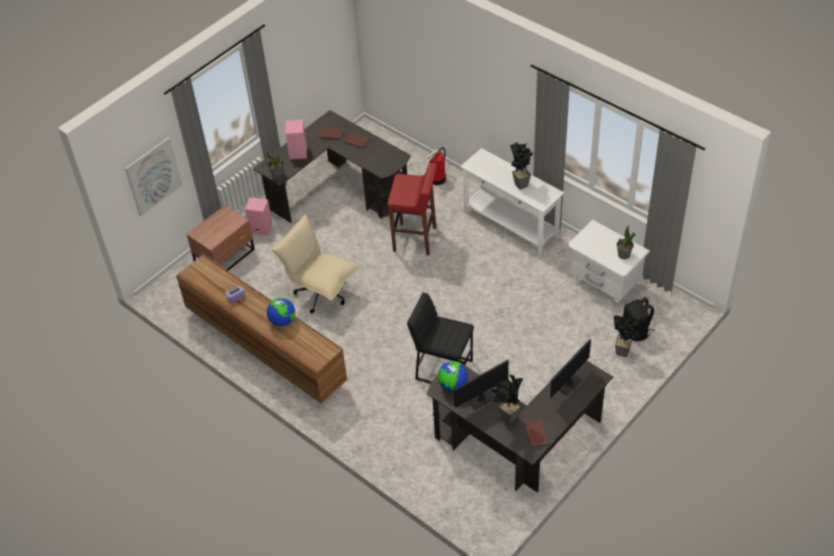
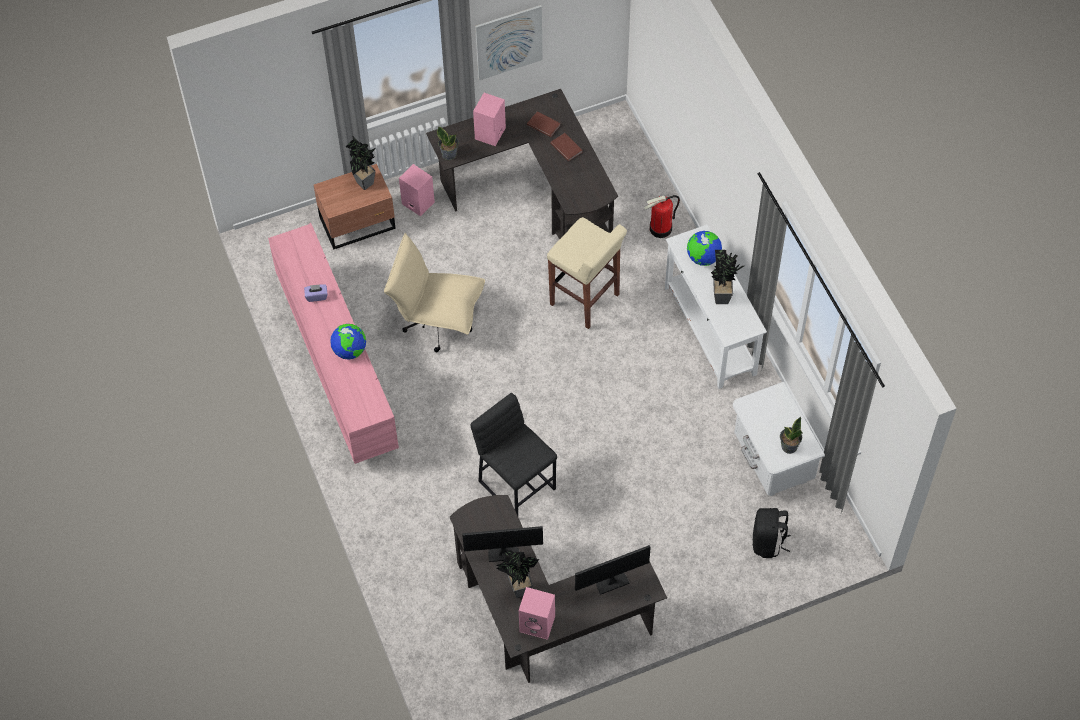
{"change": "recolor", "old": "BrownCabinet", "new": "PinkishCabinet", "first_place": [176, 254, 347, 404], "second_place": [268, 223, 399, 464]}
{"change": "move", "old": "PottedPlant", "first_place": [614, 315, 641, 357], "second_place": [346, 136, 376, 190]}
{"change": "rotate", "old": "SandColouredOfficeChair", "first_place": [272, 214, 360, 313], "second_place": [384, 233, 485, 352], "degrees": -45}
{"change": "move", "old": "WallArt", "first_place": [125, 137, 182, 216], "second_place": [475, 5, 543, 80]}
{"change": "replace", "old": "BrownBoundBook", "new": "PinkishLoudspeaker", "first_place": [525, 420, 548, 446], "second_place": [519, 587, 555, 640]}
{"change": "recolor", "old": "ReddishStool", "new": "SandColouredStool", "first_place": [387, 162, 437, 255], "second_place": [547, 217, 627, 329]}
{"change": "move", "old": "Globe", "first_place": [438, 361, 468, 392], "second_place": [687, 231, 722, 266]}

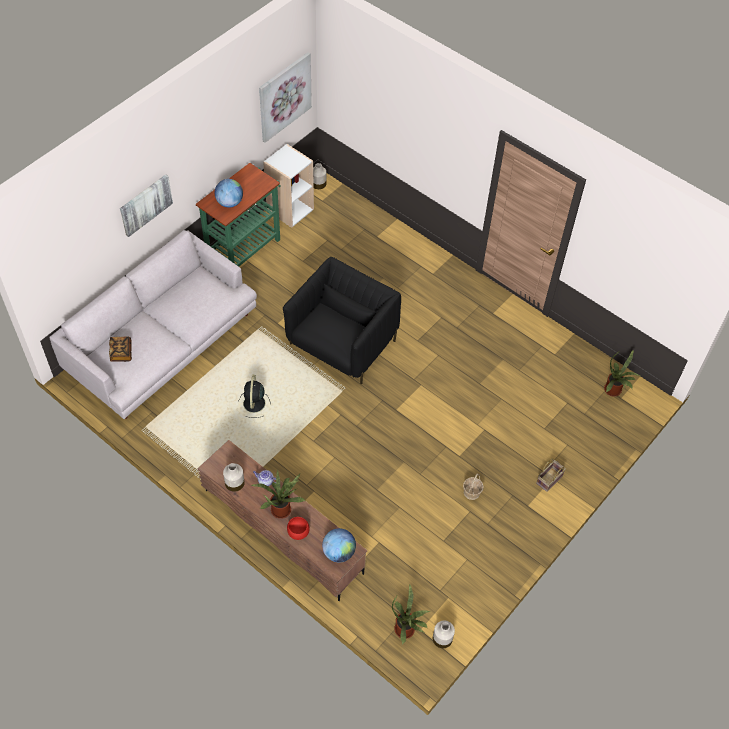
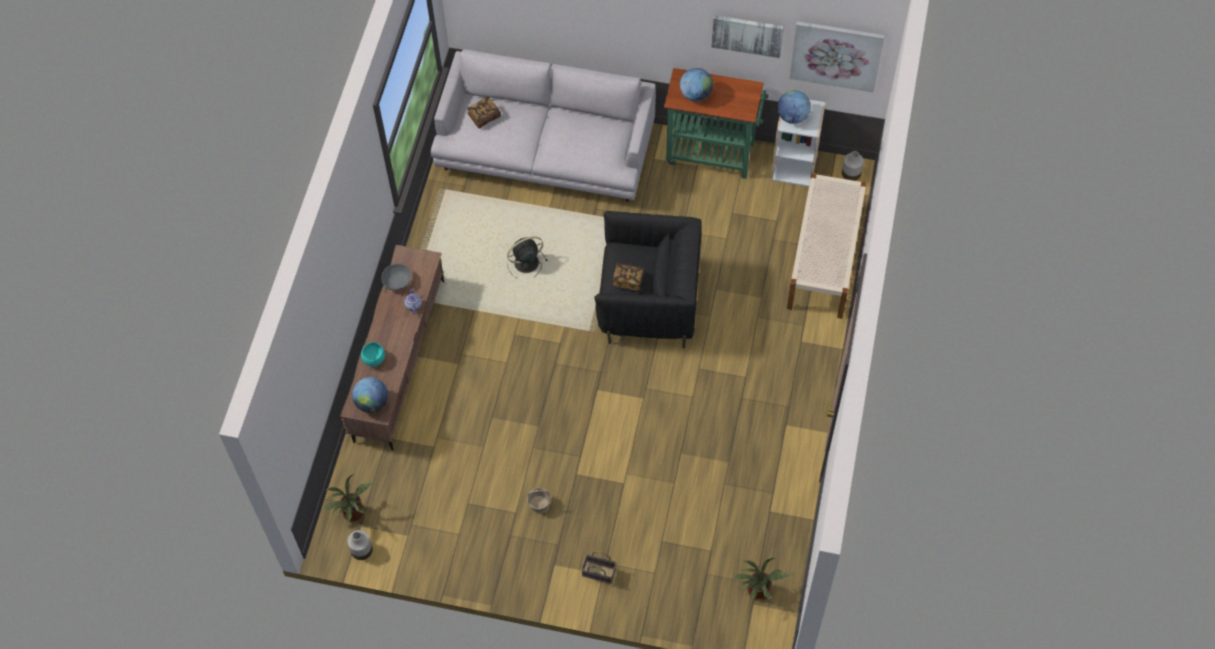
{"change": "recolor", "old": "ReddishServingBowl", "new": "TurquoiseColouredServingBowl", "first_place": [287, 517, 310, 540], "second_place": [361, 342, 385, 367]}
{"change": "replace", "old": "SandColouredVase", "new": "GreyServingBowl", "first_place": [223, 463, 245, 492], "second_place": [381, 264, 412, 290]}
{"change": "insert", "new": "BoundBook", "second_place": [613, 263, 644, 290]}
{"change": "move", "old": "WallArt", "first_place": [120, 174, 173, 237], "second_place": [711, 15, 784, 58]}
{"change": "insert", "new": "Globe", "second_place": [777, 90, 811, 124]}
{"change": "insert", "new": "SandColouredBench", "second_place": [787, 173, 867, 319]}
{"change": "delete", "old": "PottedPlant", "first_place": [250, 469, 305, 519]}

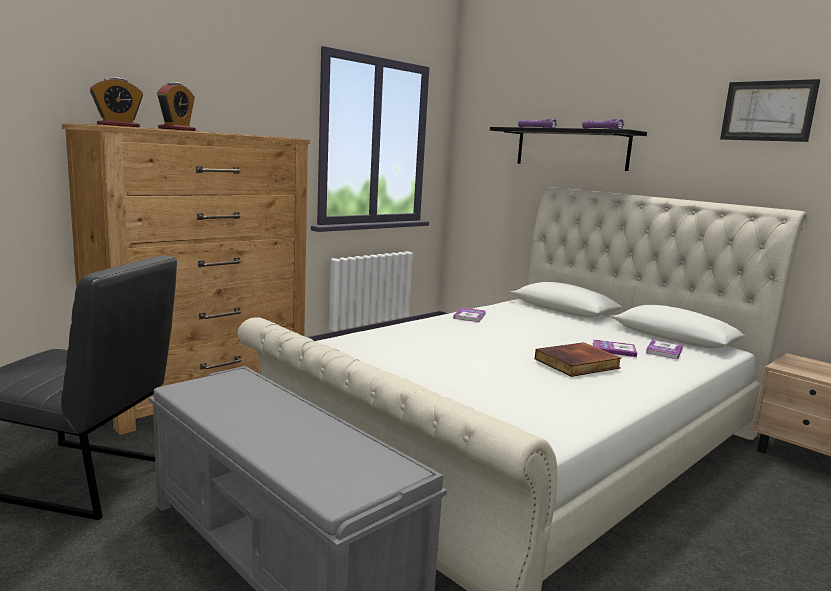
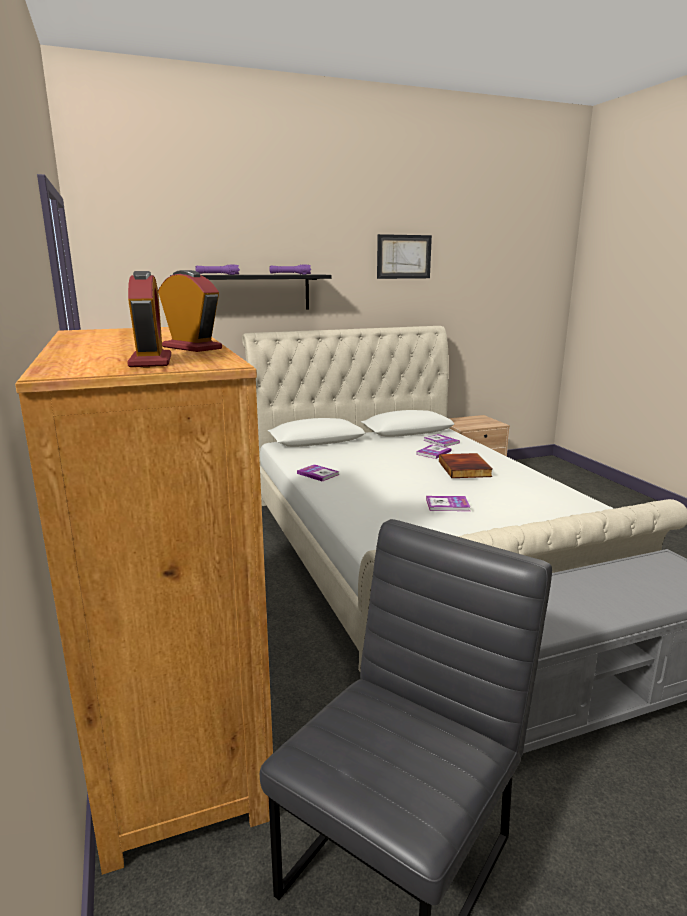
{"change": "insert", "new": "BoundBook", "second_place": [426, 496, 470, 511]}

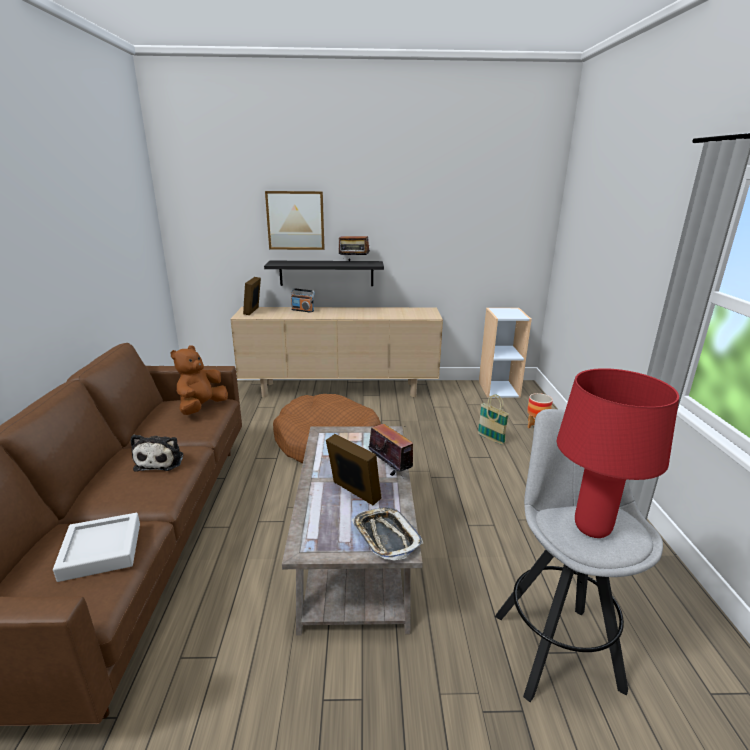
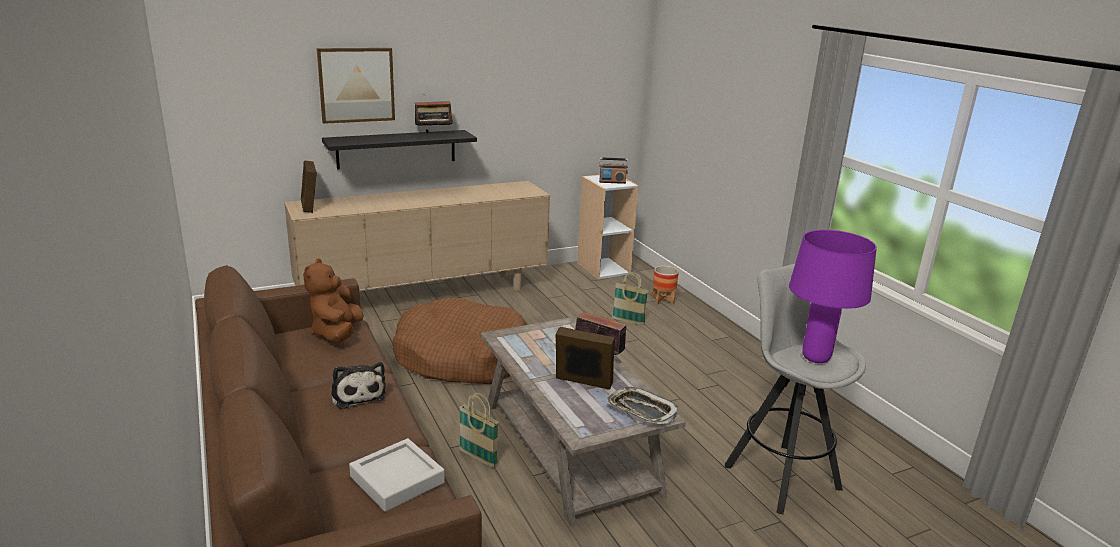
{"change": "insert", "new": "HouseholdBasket", "second_place": [459, 393, 499, 467]}
{"change": "move", "old": "Radio", "first_place": [291, 288, 315, 313], "second_place": [599, 157, 628, 184]}
{"change": "recolor", "old": "ReddishTableLamp", "new": "PurpleColouredTableLamp", "first_place": [557, 368, 679, 538], "second_place": [789, 230, 877, 363]}

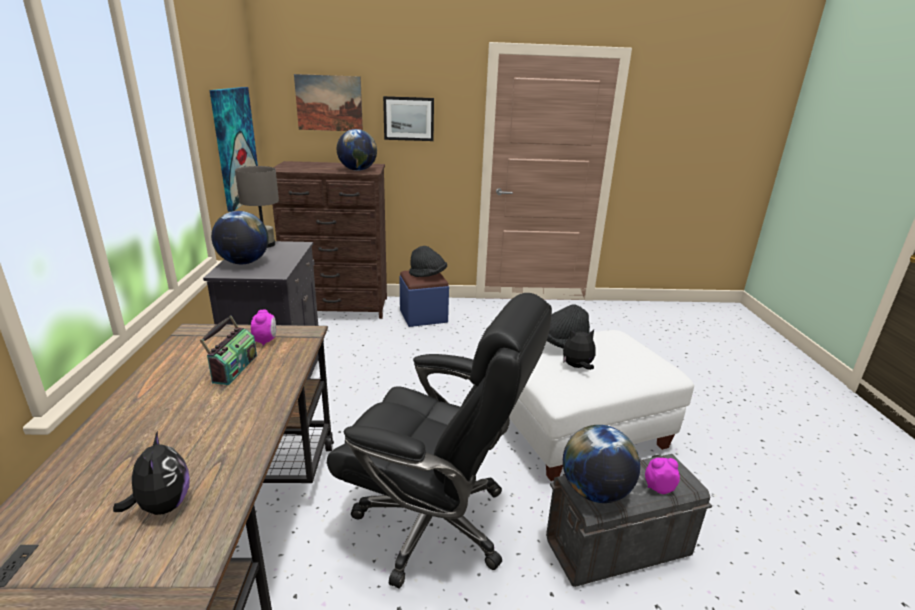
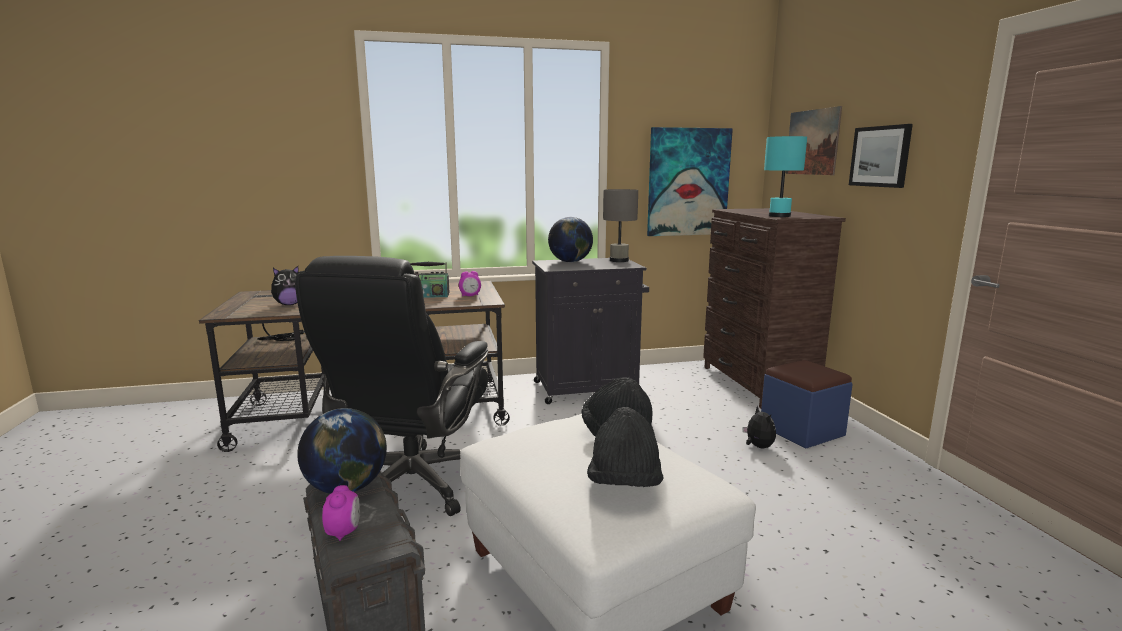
{"change": "move", "old": "BlackishClothingHat", "first_place": [409, 246, 447, 277], "second_place": [587, 407, 664, 487]}
{"change": "move", "old": "CuddlyToy", "first_place": [563, 329, 596, 370], "second_place": [743, 406, 776, 448]}
{"change": "replace", "old": "Globe", "new": "TurquoiseColouredTableLamp", "first_place": [337, 129, 377, 171], "second_place": [764, 136, 807, 217]}

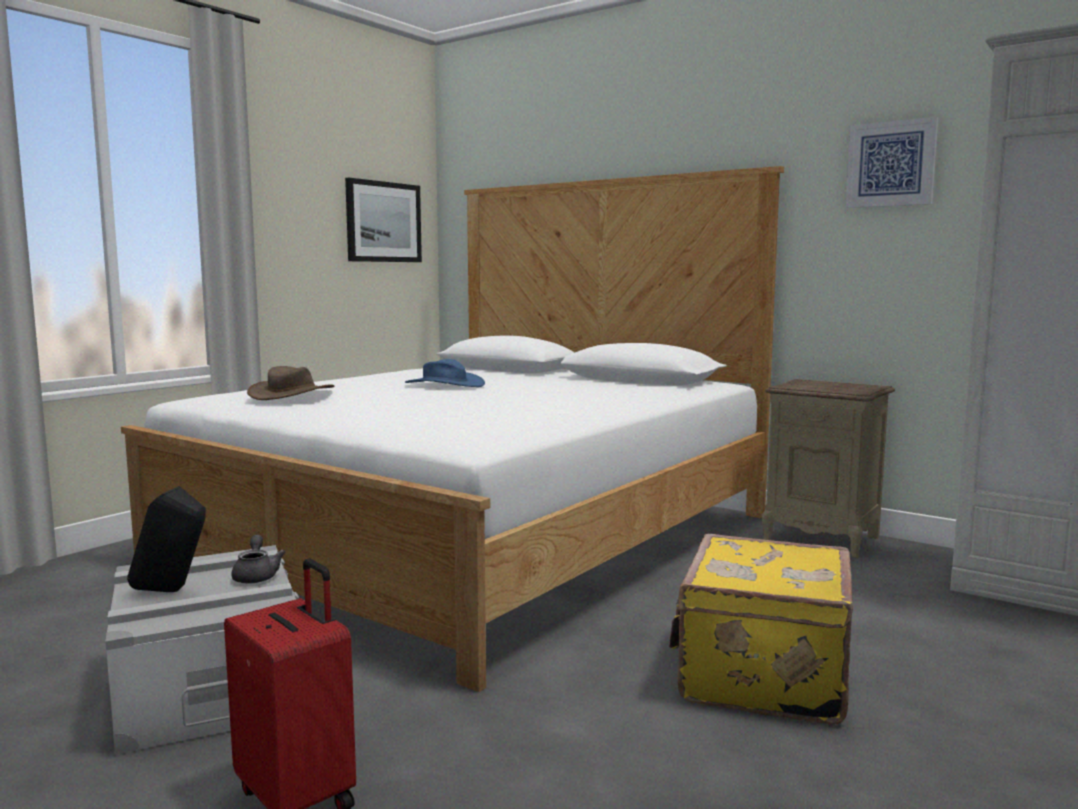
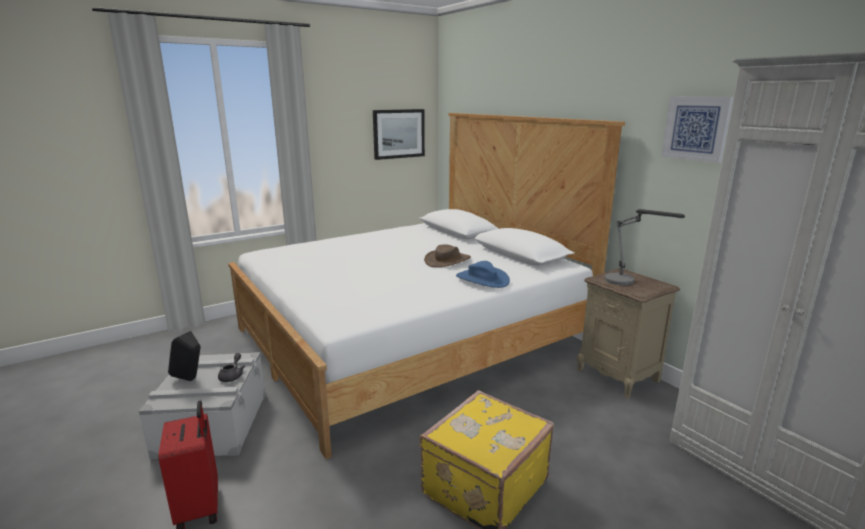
{"change": "move", "old": "BrownClothingHat", "first_place": [247, 366, 334, 400], "second_place": [424, 244, 471, 267]}
{"change": "move", "old": "BlueColouredClothingHat", "first_place": [405, 359, 485, 387], "second_place": [456, 261, 510, 288]}
{"change": "insert", "new": "TableLamp", "second_place": [605, 209, 685, 285]}

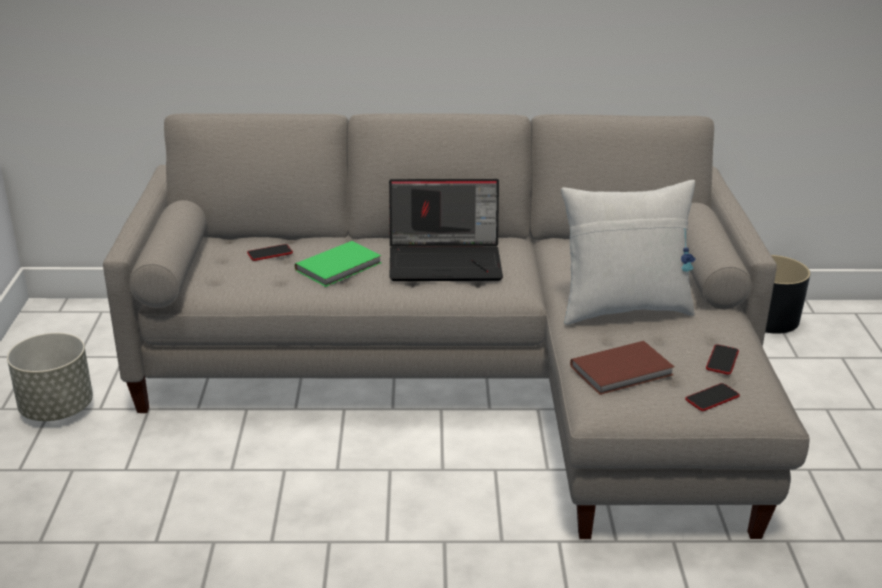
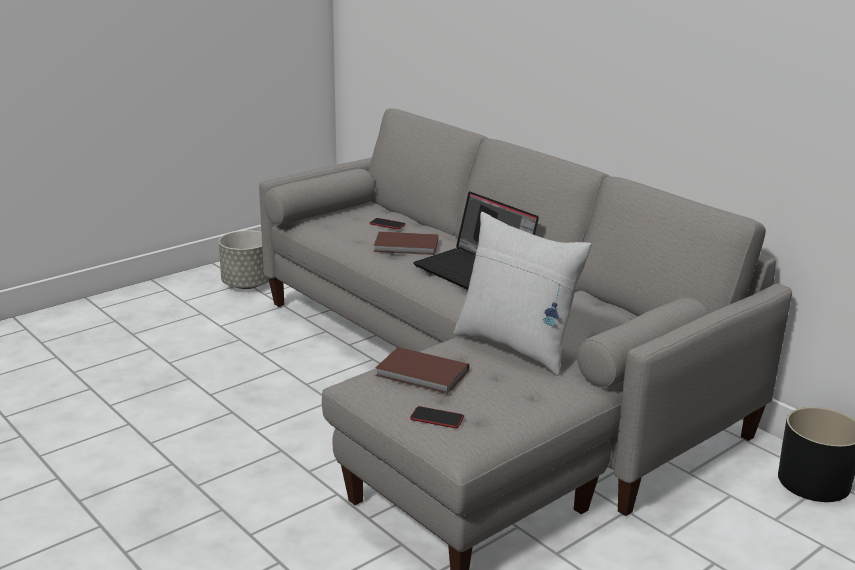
{"change": "recolor", "old": "GreenColouredBoundBook", "new": "BrownBoundBook", "first_place": [295, 241, 382, 287], "second_place": [374, 232, 438, 255]}
{"change": "delete", "old": "Phone", "first_place": [706, 344, 739, 375]}

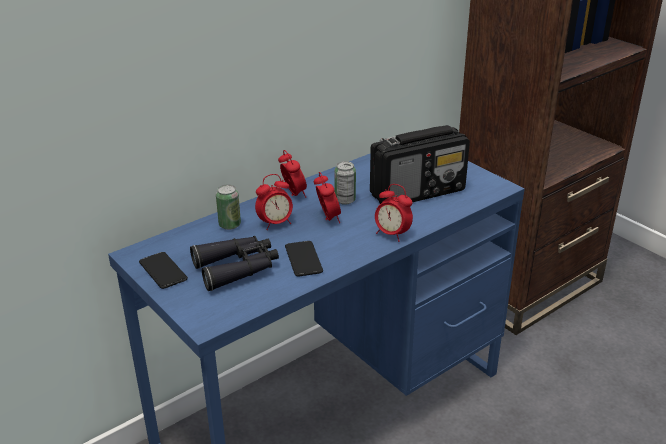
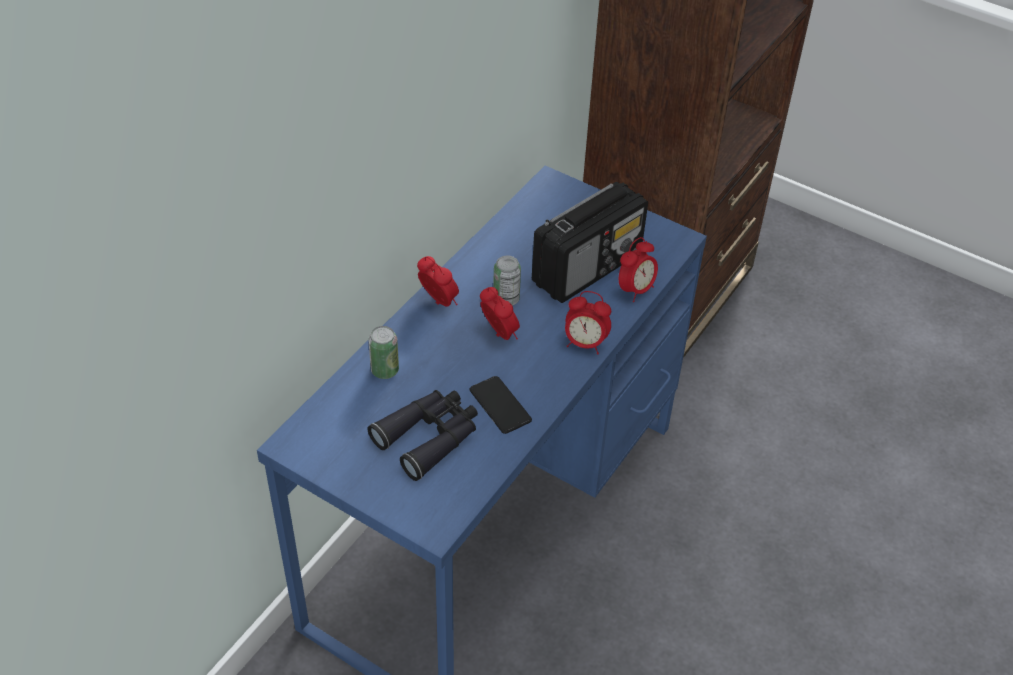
{"change": "move", "old": "AlarmClock", "first_place": [255, 174, 293, 231], "second_place": [619, 237, 658, 302]}
{"change": "delete", "old": "Phone", "first_place": [139, 252, 188, 289]}

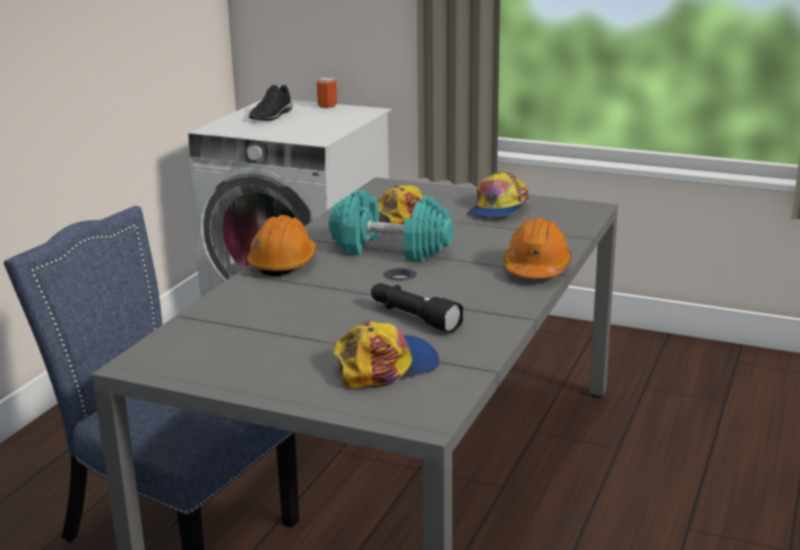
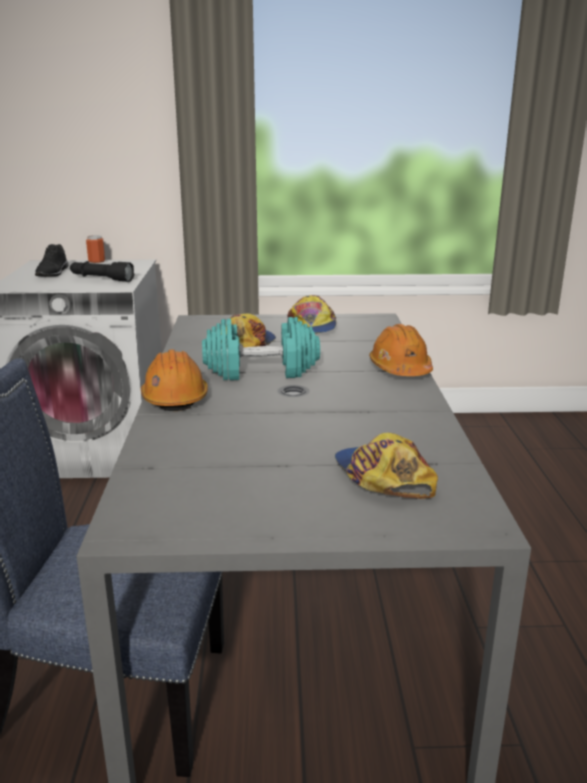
{"change": "move", "old": "BlackishFlashlight", "first_place": [371, 283, 464, 333], "second_place": [70, 261, 135, 282]}
{"change": "rotate", "old": "Cap", "first_place": [333, 321, 439, 388], "second_place": [335, 433, 438, 499], "degrees": -60}

